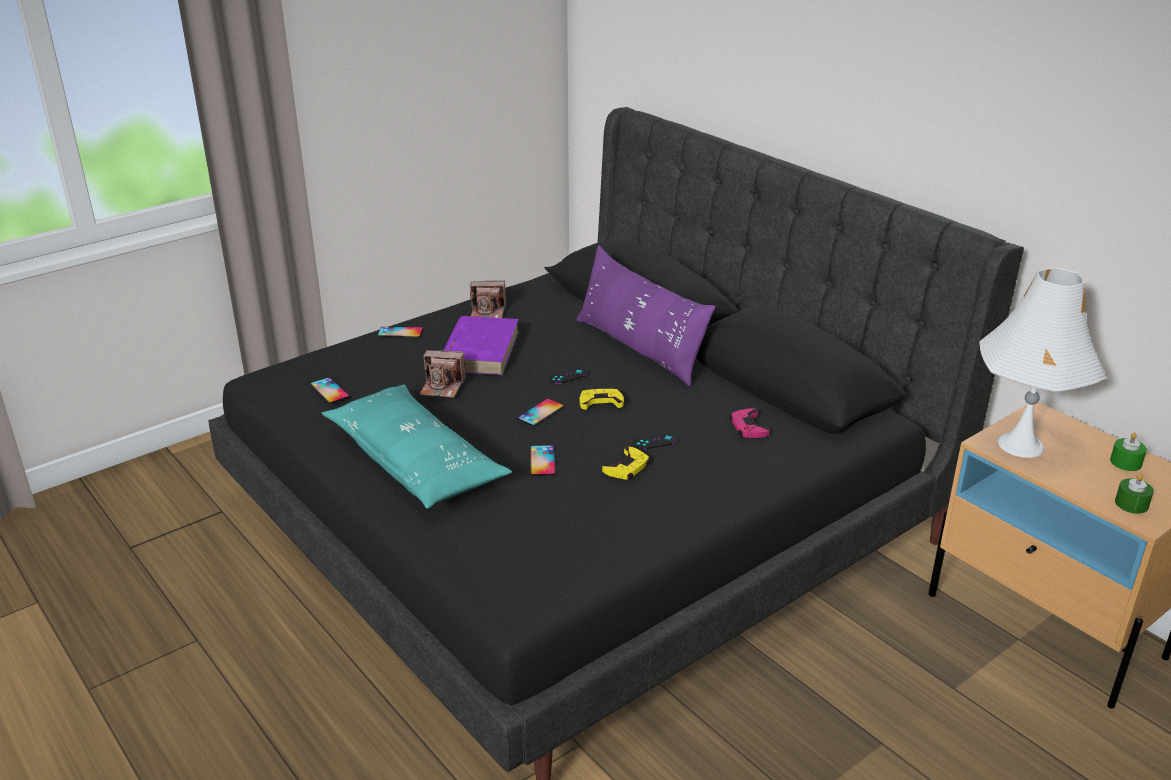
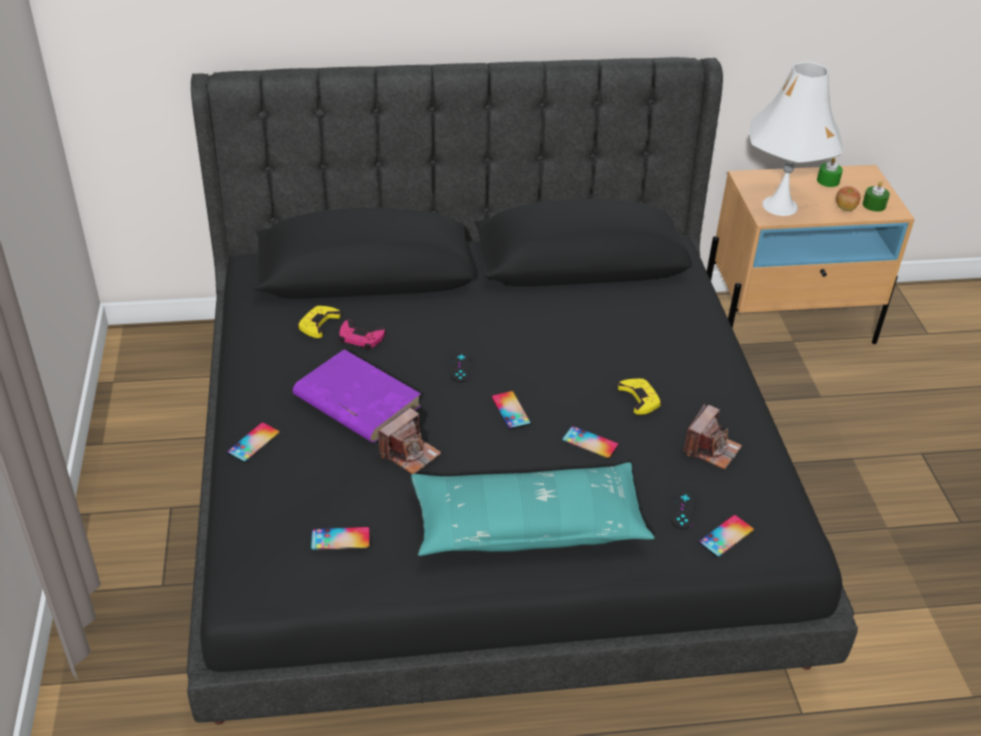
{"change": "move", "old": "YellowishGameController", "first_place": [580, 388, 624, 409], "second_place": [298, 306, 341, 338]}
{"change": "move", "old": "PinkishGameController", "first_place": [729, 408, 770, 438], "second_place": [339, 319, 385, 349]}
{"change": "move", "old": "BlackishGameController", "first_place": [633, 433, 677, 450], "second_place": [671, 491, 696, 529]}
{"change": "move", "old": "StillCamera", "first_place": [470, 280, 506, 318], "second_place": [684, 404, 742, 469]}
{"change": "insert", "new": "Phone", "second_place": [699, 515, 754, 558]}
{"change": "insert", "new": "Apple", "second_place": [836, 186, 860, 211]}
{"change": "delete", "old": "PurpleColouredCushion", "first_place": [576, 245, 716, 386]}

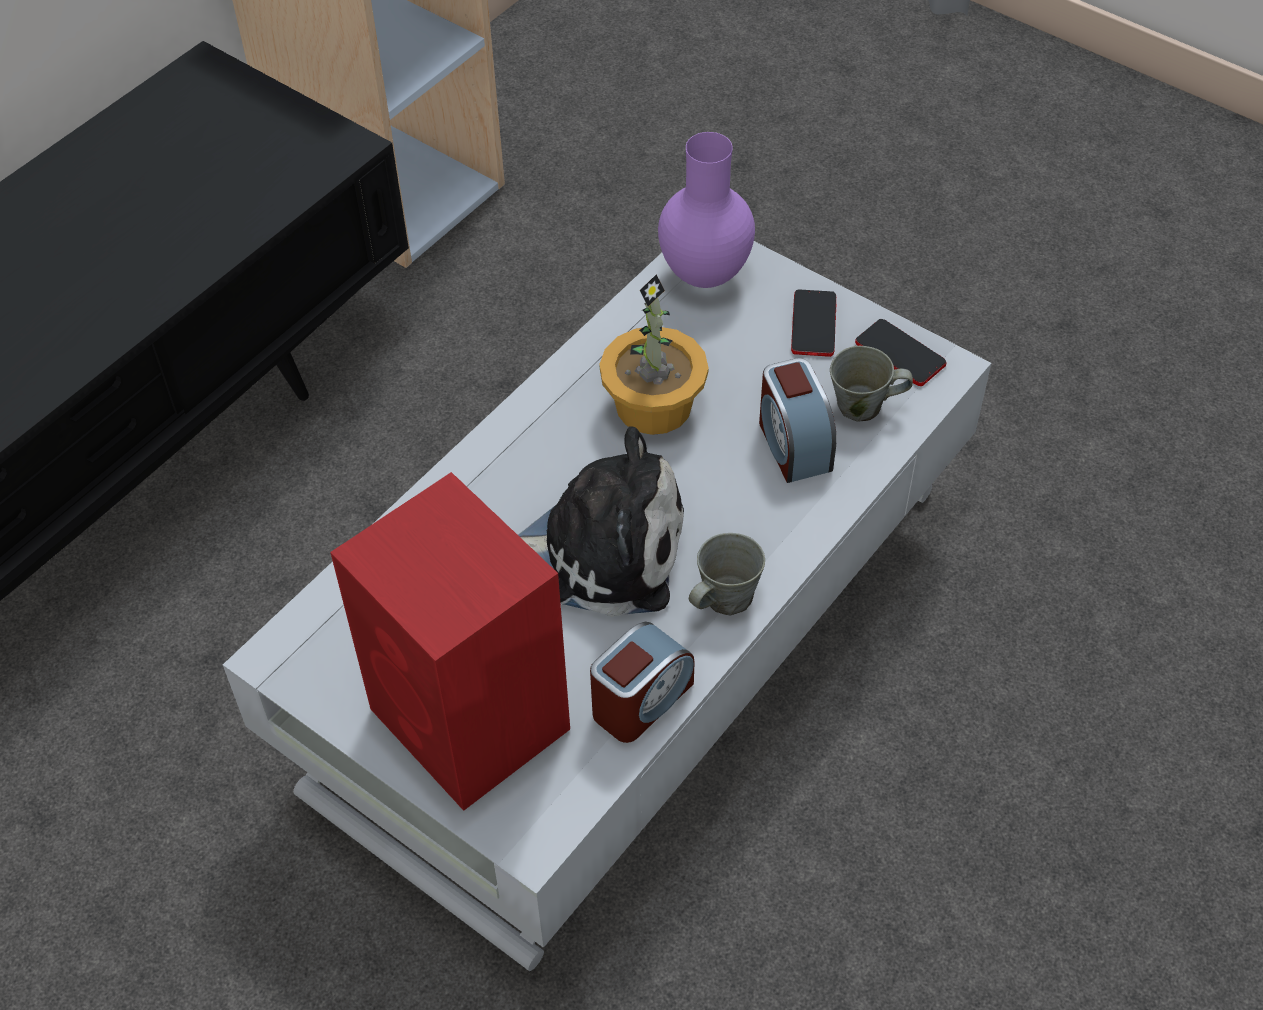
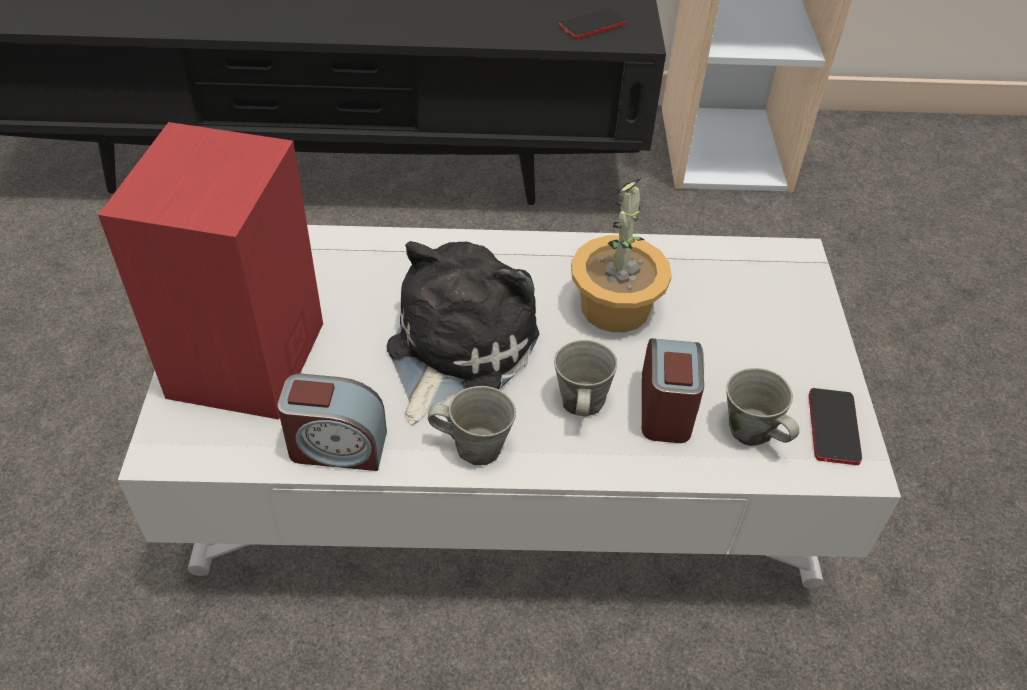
{"change": "rotate", "old": "CuddlyToy", "first_place": [518, 426, 684, 617], "second_place": [386, 241, 540, 425], "degrees": -120}
{"change": "insert", "new": "GreyMug", "second_place": [554, 340, 617, 417]}
{"change": "move", "old": "Phone", "first_place": [791, 289, 836, 357], "second_place": [559, 7, 627, 39]}
{"change": "rotate", "old": "AlarmClock", "first_place": [759, 358, 837, 483], "second_place": [642, 338, 704, 443], "degrees": 150}
{"change": "delete", "old": "PurpleColouredVase", "first_place": [658, 132, 755, 288]}

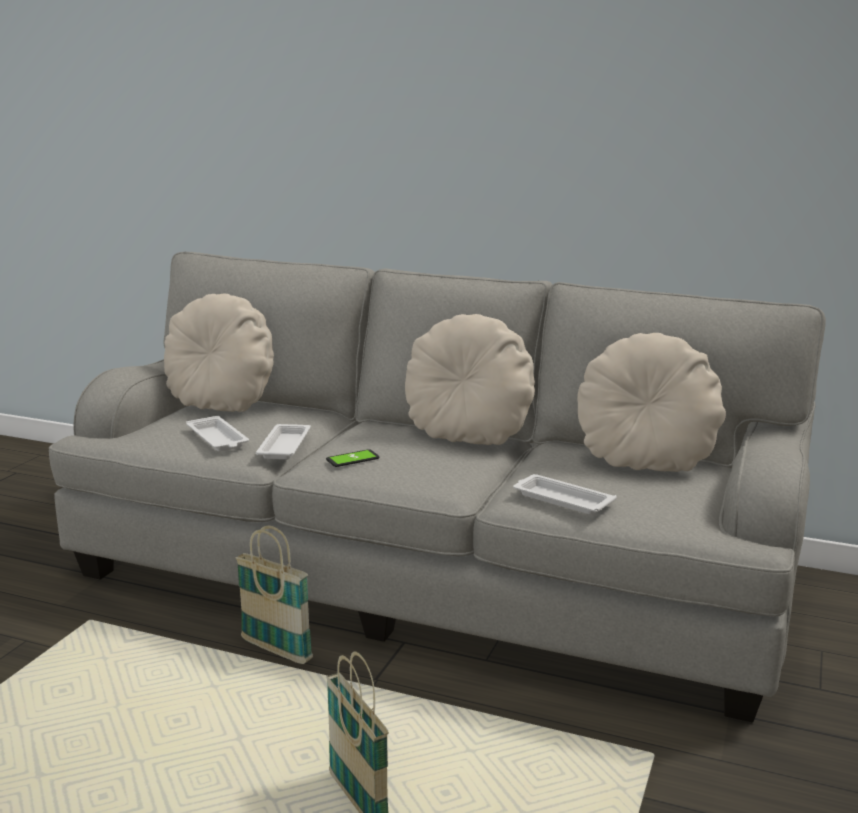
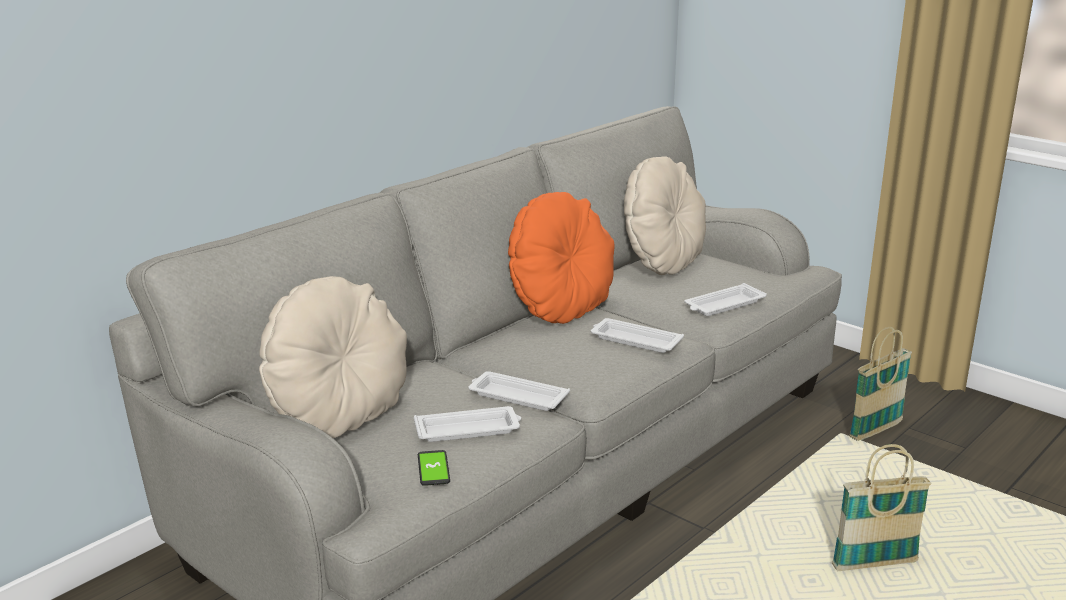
{"change": "move", "old": "Phone", "first_place": [326, 449, 379, 467], "second_place": [418, 450, 450, 486]}
{"change": "recolor", "old": "SandColouredCushion", "new": "OrangeCushion", "first_place": [405, 314, 535, 445], "second_place": [508, 192, 614, 324]}
{"change": "insert", "new": "WhiteColouredServingTray", "second_place": [591, 318, 684, 353]}
{"change": "move", "old": "HouseholdBasket", "first_place": [235, 526, 313, 664], "second_place": [849, 327, 912, 441]}

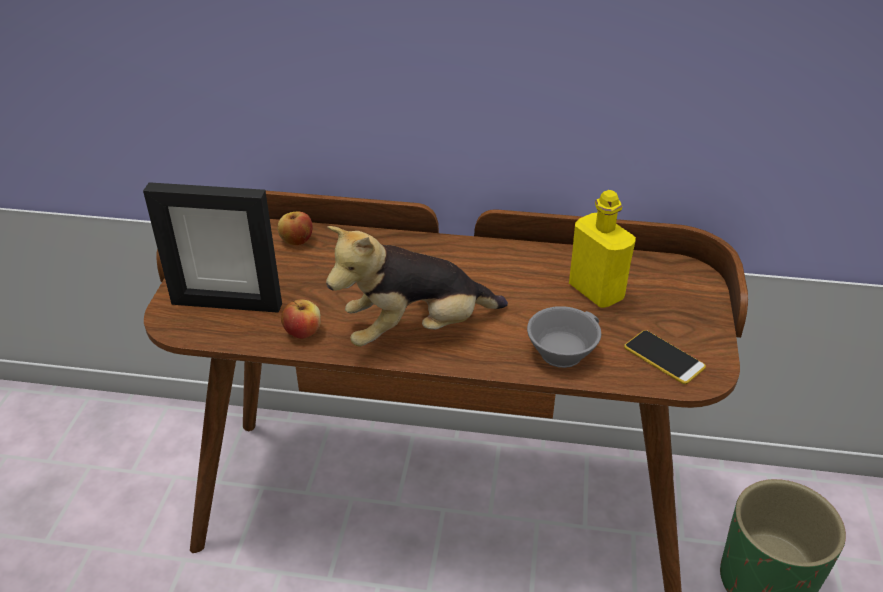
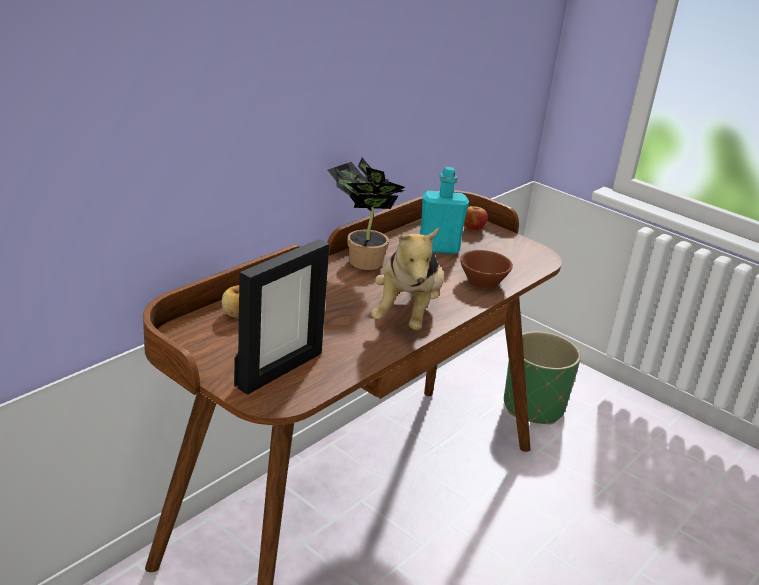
{"change": "insert", "new": "PottedPlant", "second_place": [328, 158, 405, 270]}
{"change": "recolor", "old": "YellowishBeverageBottle", "new": "TurquoiseColouredBeverageBottle", "first_place": [569, 190, 636, 308], "second_place": [420, 167, 469, 254]}
{"change": "recolor", "old": "GreyCup", "new": "BrownCup", "first_place": [527, 306, 601, 368], "second_place": [460, 250, 513, 289]}
{"change": "move", "old": "Apple", "first_place": [281, 300, 321, 339], "second_place": [464, 206, 487, 231]}
{"change": "delete", "old": "Phone", "first_place": [624, 330, 706, 384]}

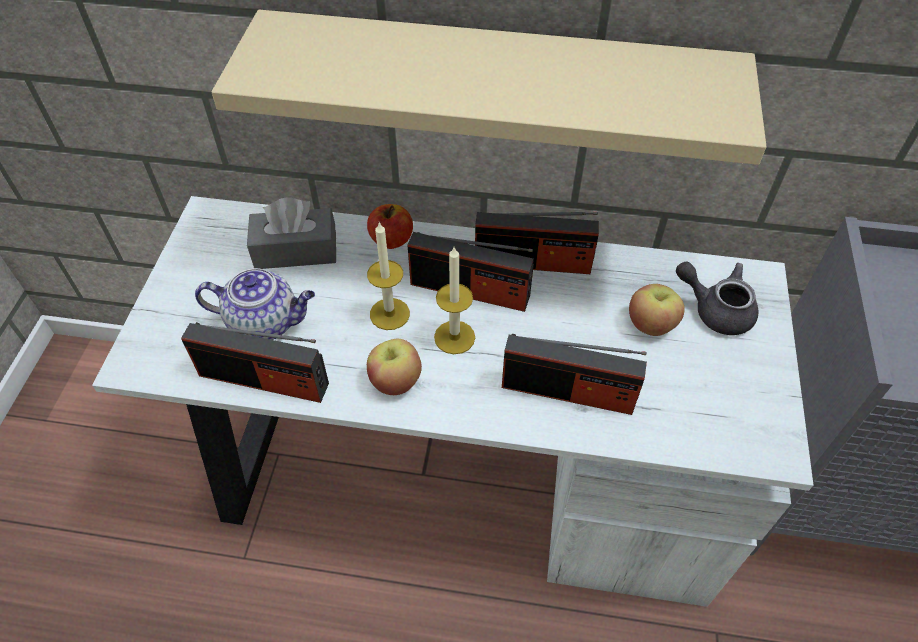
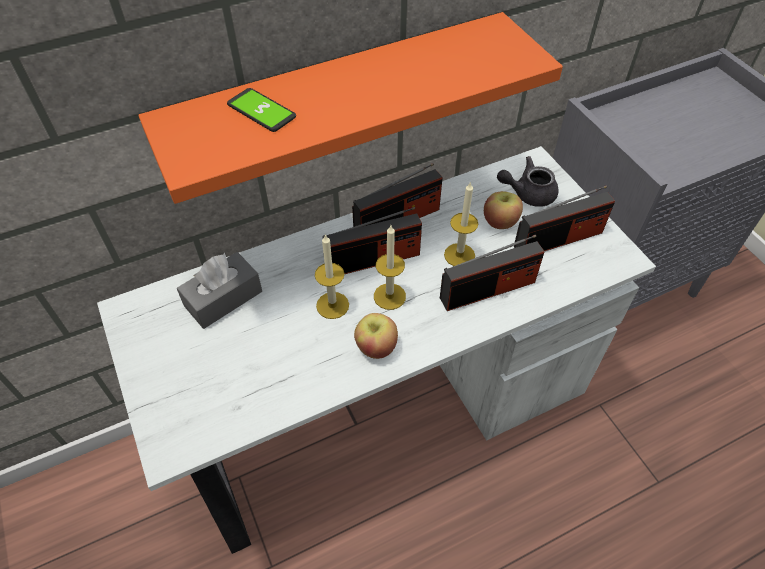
{"change": "recolor", "old": "SandColouredShelf", "new": "OrangeShelf", "first_place": [212, 10, 766, 165], "second_place": [138, 12, 563, 204]}
{"change": "insert", "new": "Phone", "second_place": [227, 88, 296, 132]}
{"change": "insert", "new": "WaxLight", "second_place": [444, 181, 478, 266]}
{"change": "move", "old": "Radio", "first_place": [181, 322, 329, 403], "second_place": [514, 185, 615, 251]}
{"change": "delete", "old": "Teapot", "first_place": [195, 268, 315, 340]}
{"change": "delete", "old": "Apple", "first_place": [367, 204, 413, 249]}

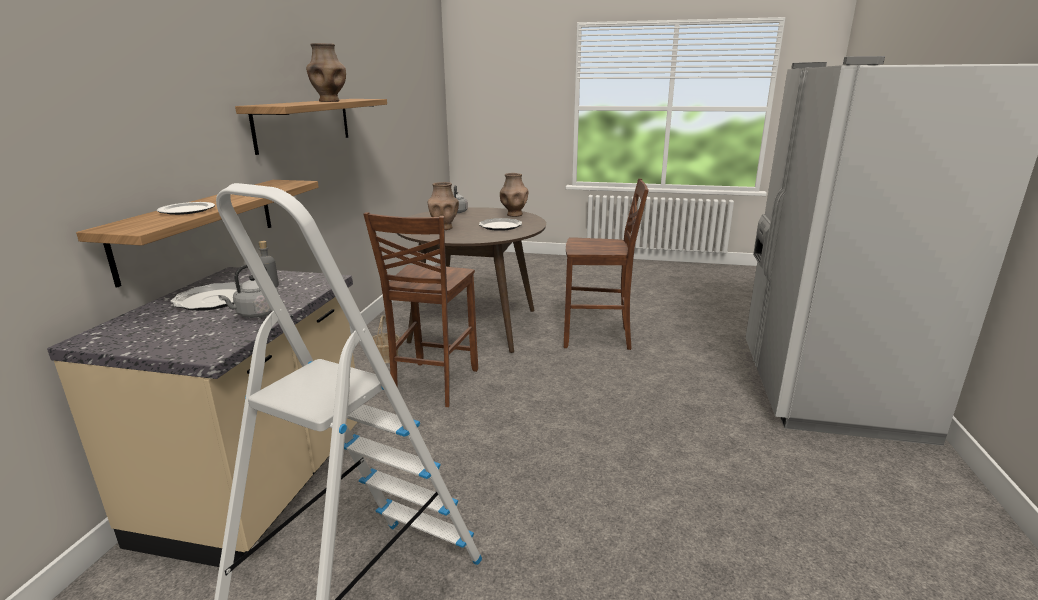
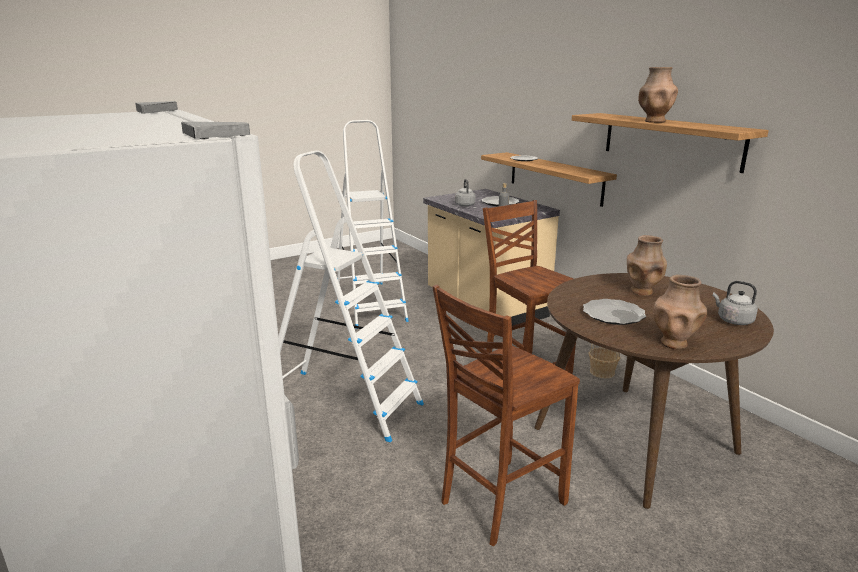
{"change": "insert", "new": "WhiteColouredStepLadder", "second_place": [278, 150, 424, 442]}

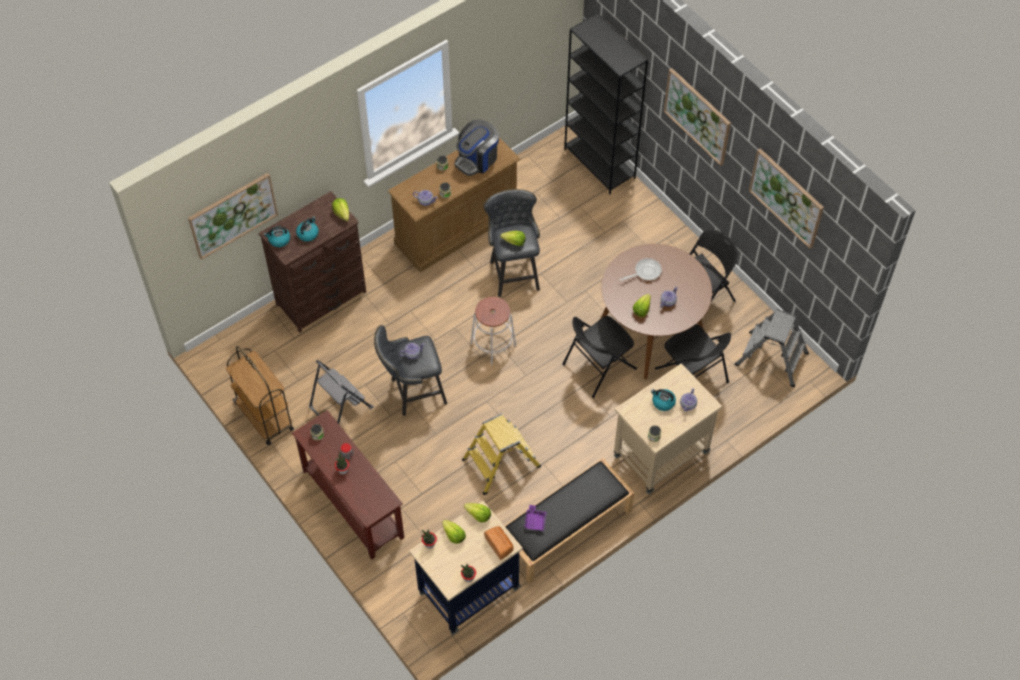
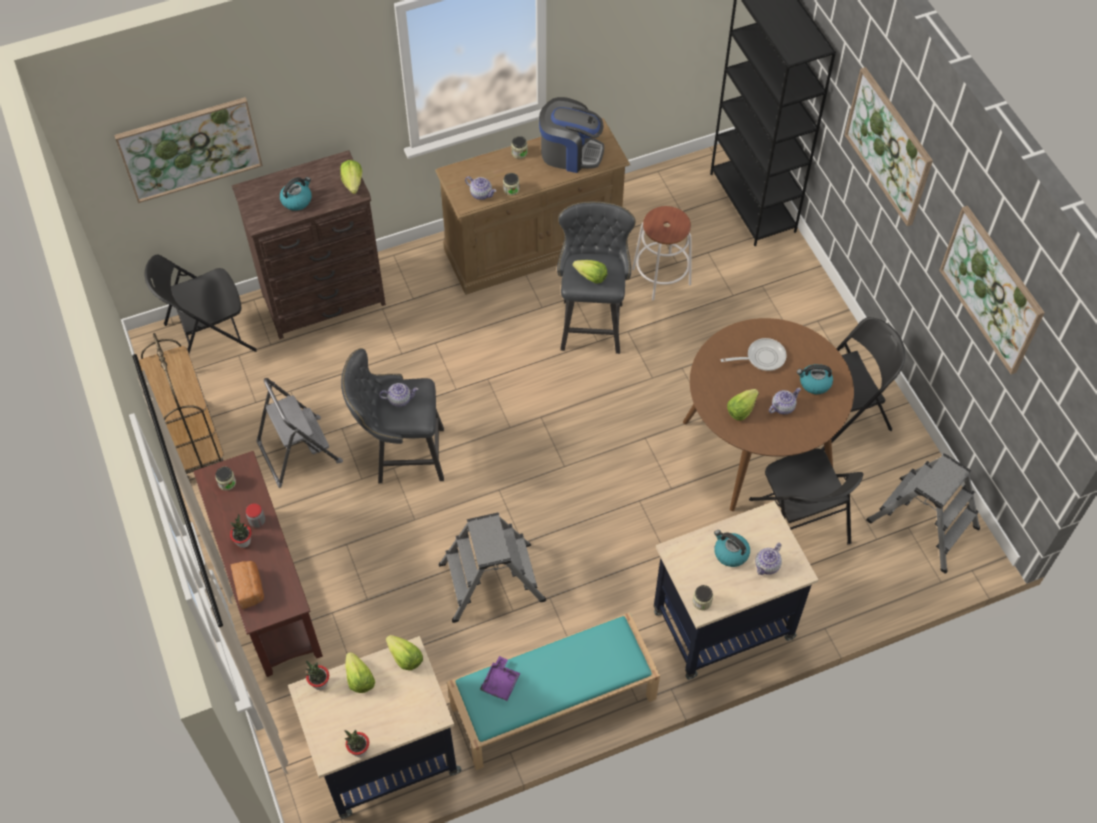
{"change": "move", "old": "BlackishChair", "first_place": [562, 316, 637, 398], "second_place": [145, 255, 257, 354]}
{"change": "move", "old": "BakeryBread", "first_place": [484, 526, 513, 560], "second_place": [230, 561, 264, 609]}
{"change": "recolor", "old": "YellowishStepLadder", "new": "GreyStepLadder", "first_place": [462, 413, 541, 495], "second_place": [438, 512, 546, 623]}
{"change": "recolor", "old": "BlackishBench", "new": "TurquoiseColouredBench", "first_place": [505, 458, 634, 584], "second_place": [447, 612, 660, 770]}
{"change": "rotate", "old": "CoffeeMaker", "first_place": [454, 119, 499, 176], "second_place": [539, 97, 604, 173], "degrees": -135}
{"change": "move", "old": "WhiteColouredStool", "first_place": [470, 297, 516, 365], "second_place": [632, 206, 691, 300]}
{"change": "recolor", "old": "SandColouredCart", "new": "BlueColouredCart", "first_place": [614, 363, 722, 494], "second_place": [654, 501, 819, 680]}
{"change": "move", "old": "Kettle", "first_place": [264, 226, 290, 247], "second_place": [797, 364, 833, 394]}

